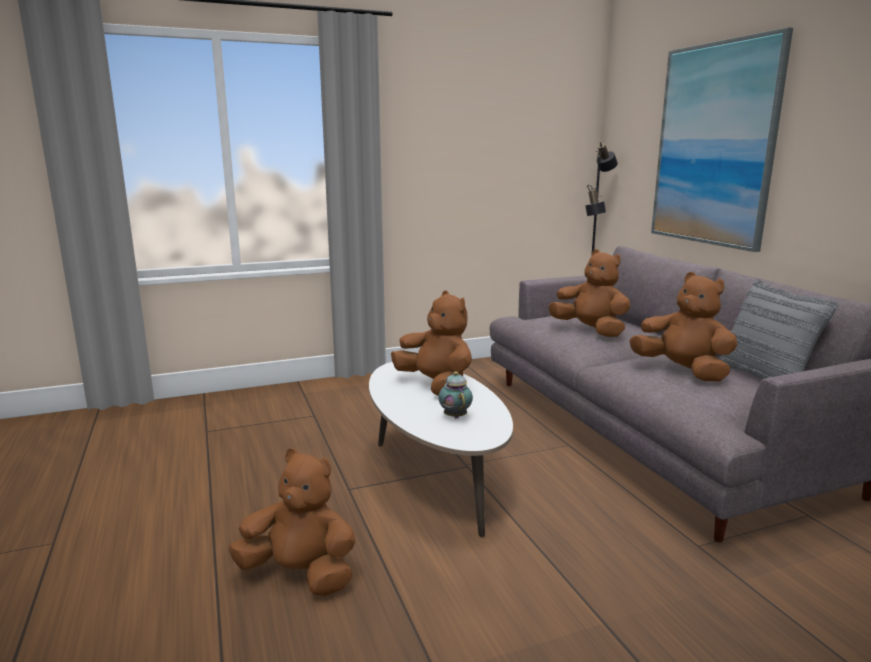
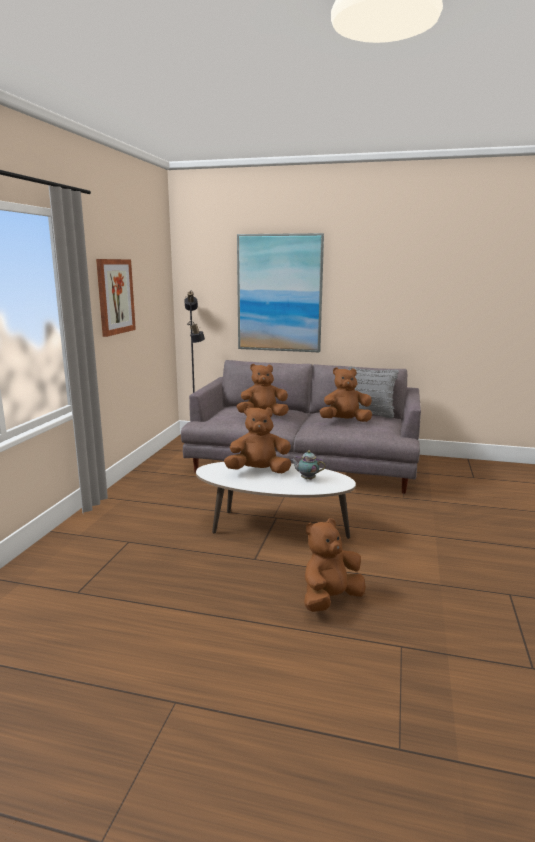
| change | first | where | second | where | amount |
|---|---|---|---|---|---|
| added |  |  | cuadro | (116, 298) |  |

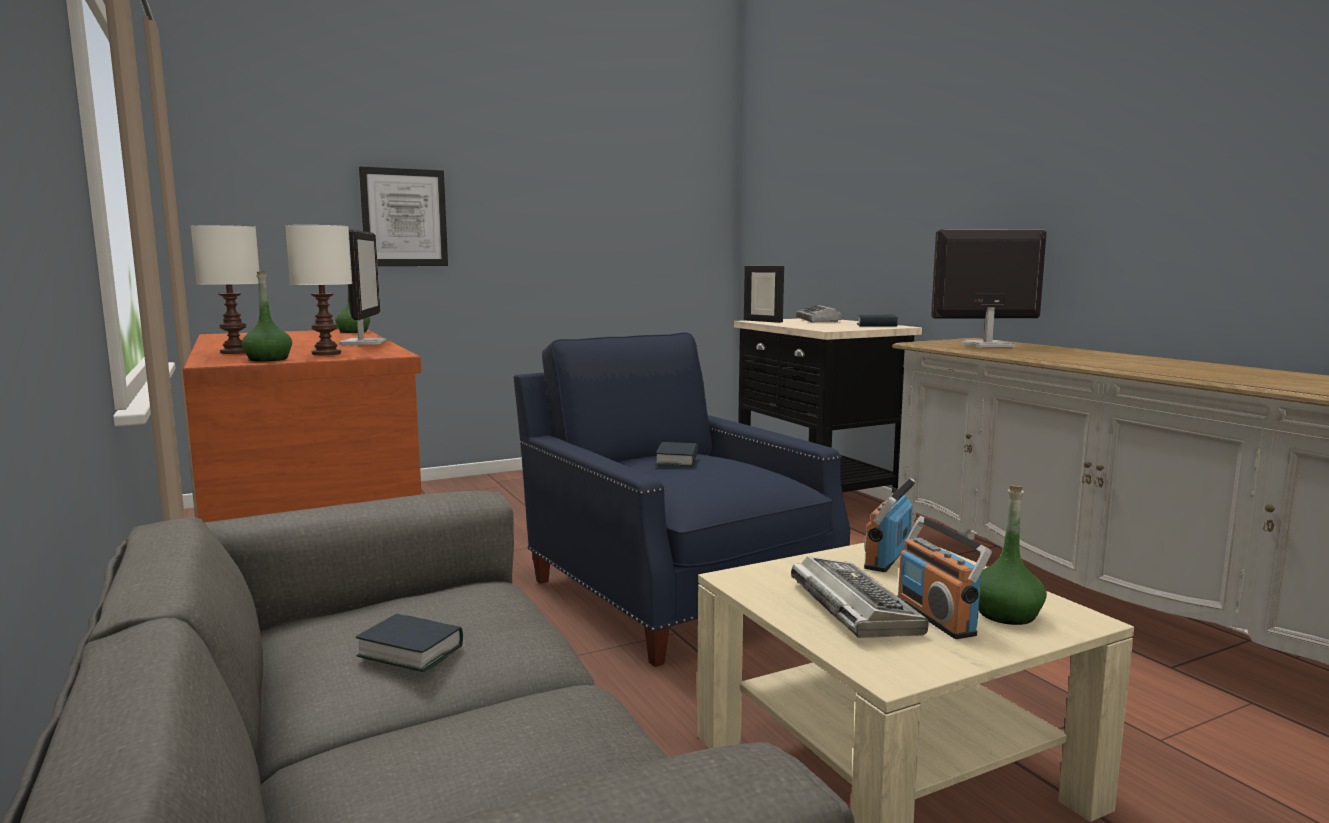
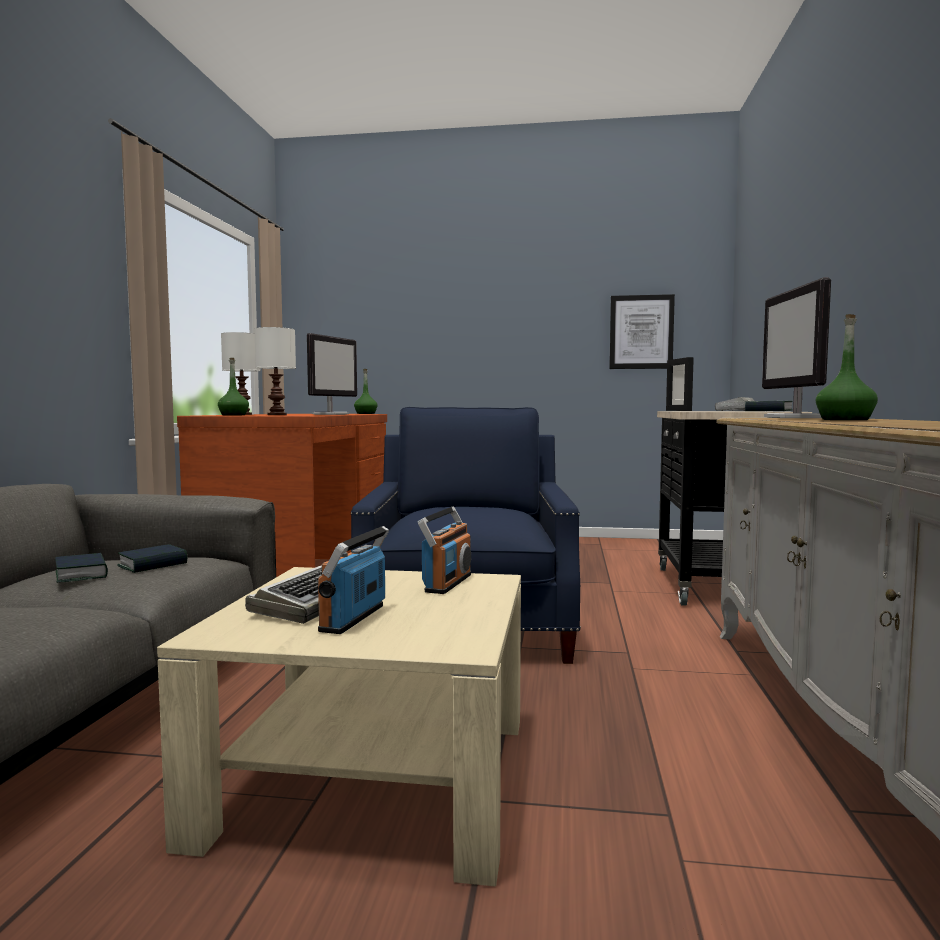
| change | first | where | second | where | amount |
|---|---|---|---|---|---|
| moved | cuadro | (403, 216) |  | (642, 331) |  |
| moved | libro | (676, 454) |  | (152, 558) |  |
| moved | botella/verde | (1013, 555) |  | (847, 367) |  |
| turned | radio | (890, 525) |  | (444, 550) | 135 degrees clockwise |
| turned | monitor | (989, 288) |  | (796, 347) | 120 degrees counterclockwise |

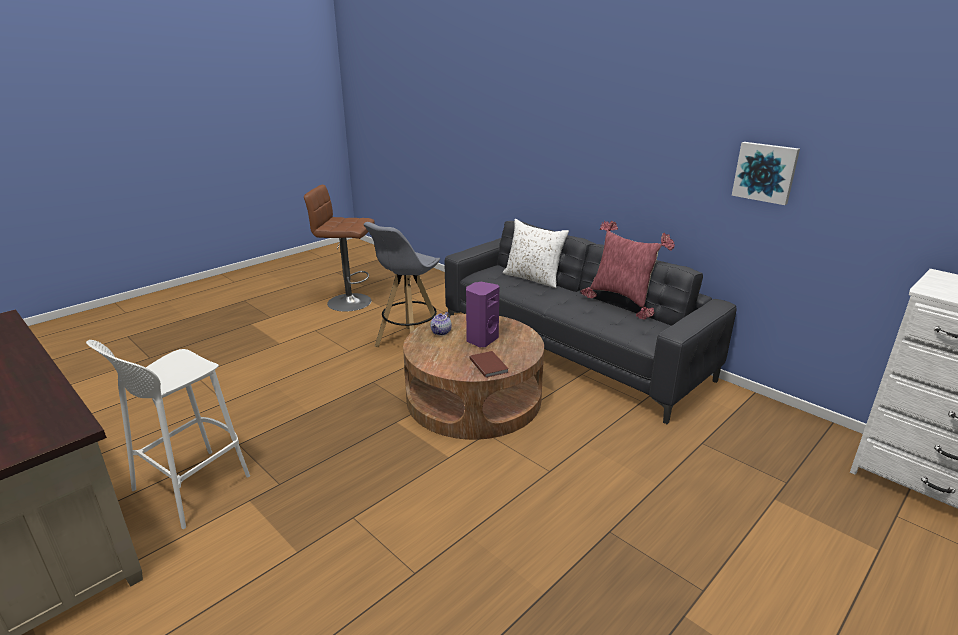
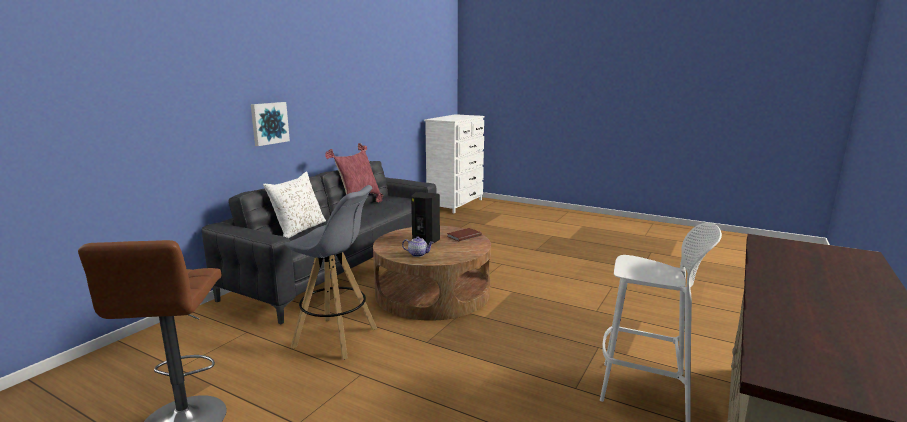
| change | first | where | second | where | amount |
|---|---|---|---|---|---|
| moved | cuadro | (766, 173) |  | (270, 124) |  |
| recoloured | altavoz/morado | (482, 314) | altavoz/negro | (425, 218) |  |

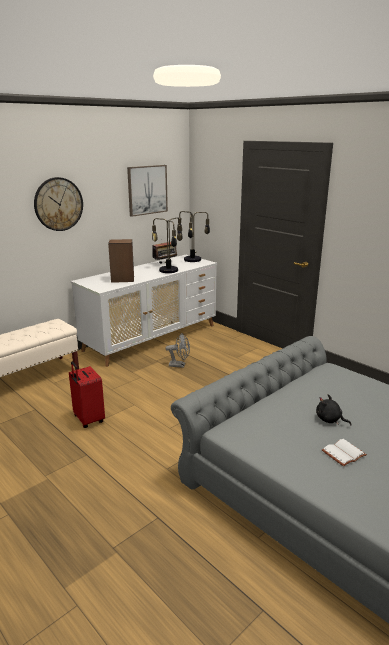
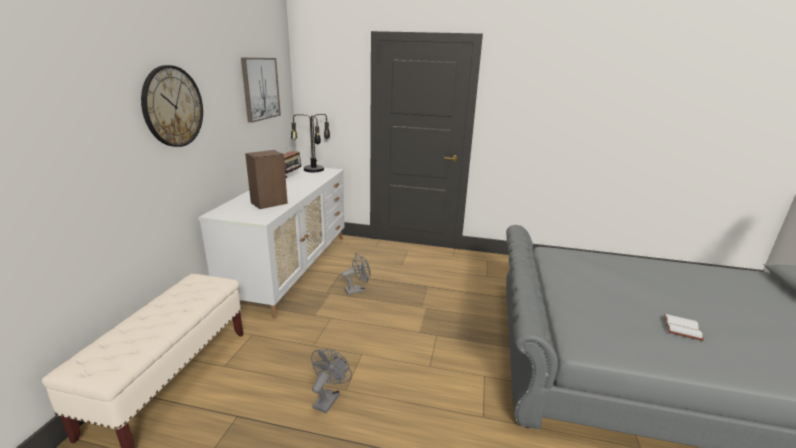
| change | first | where | second | where | amount |
|---|---|---|---|---|---|
| removed | lámpara de mesa | (167, 245) |  |  |  |
| removed | peluche/negro | (334, 409) |  |  |  |
| replaced | maleta/rojo | (87, 395) | ventilador/gris | (331, 381) |  |

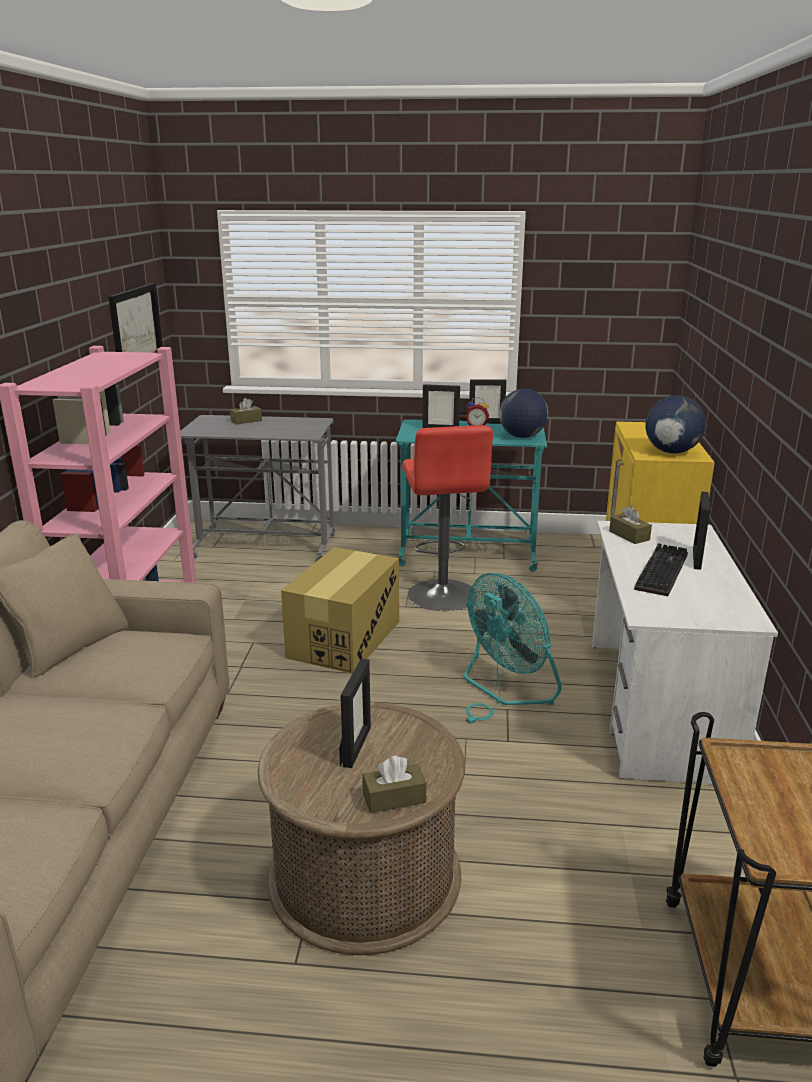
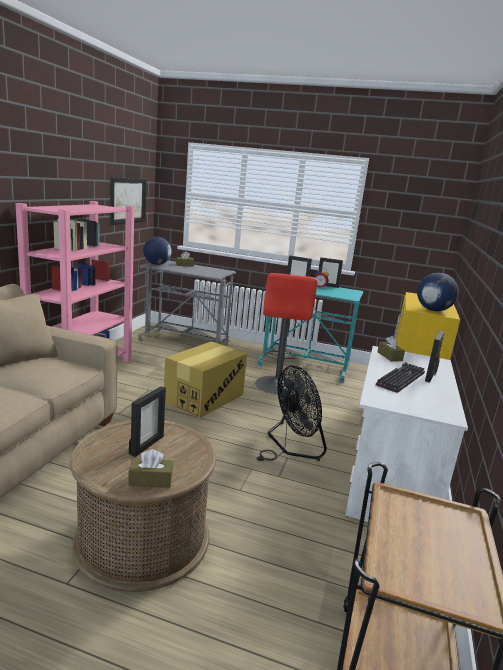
| change | first | where | second | where | amount |
|---|---|---|---|---|---|
| moved | globo terráqueo | (523, 413) |  | (157, 251) |  |
| recoloured | ventilador/turquesa | (513, 648) | ventilador/negro | (292, 413) |  |

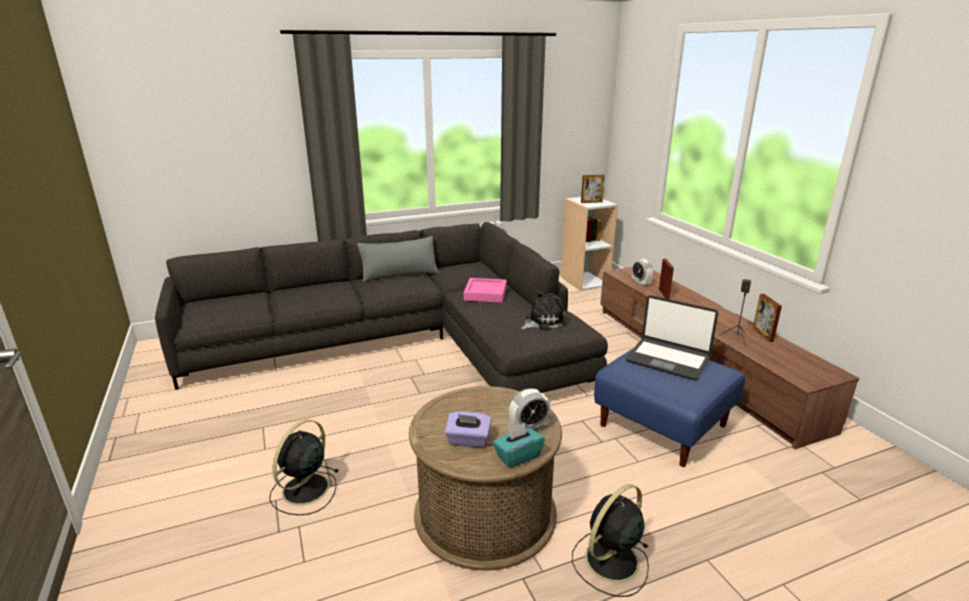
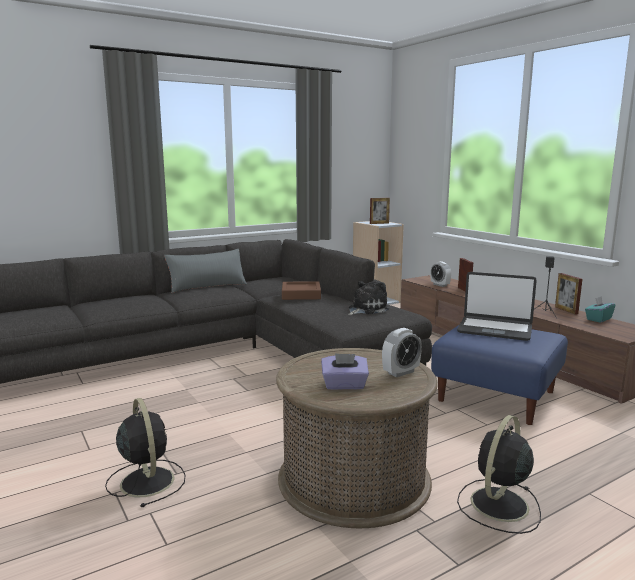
| change | first | where | second | where | amount |
|---|---|---|---|---|---|
| moved | caja de pañuelos/turquesa | (519, 445) |  | (600, 309) |  |
| recoloured | bandeja/rosa | (485, 290) | bandeja/marrón | (301, 290) |  |
| turned | ventilador/negro | (304, 467) |  | (145, 452) | 135 degrees clockwise |

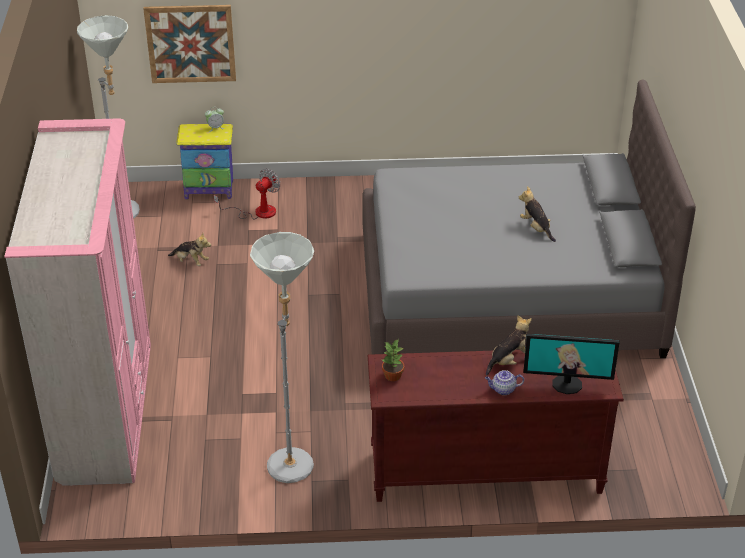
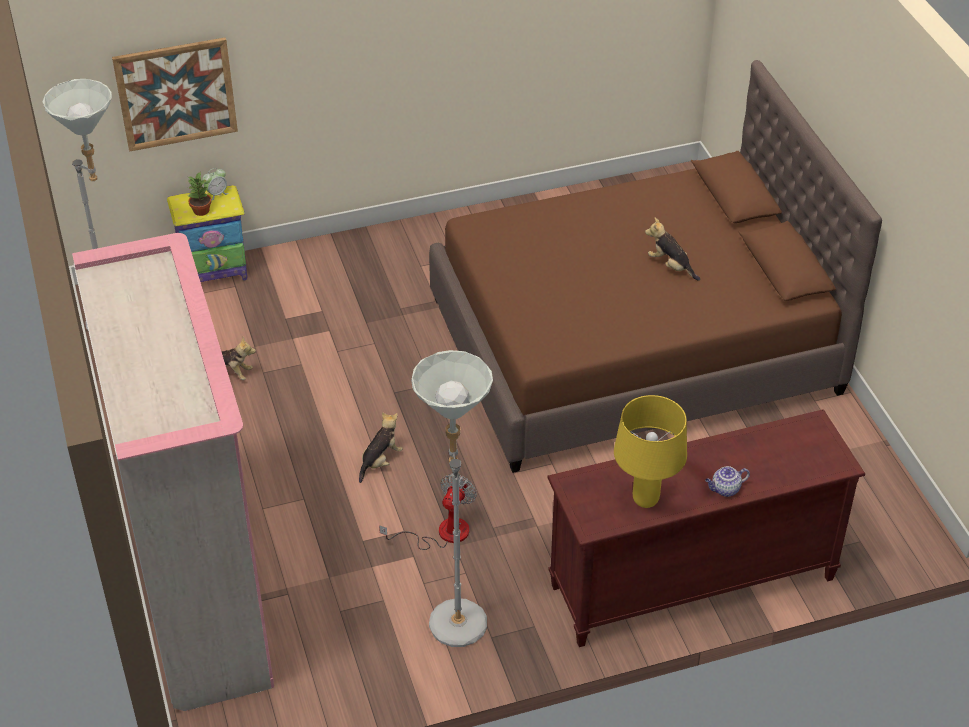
| change | first | where | second | where | amount |
|---|---|---|---|---|---|
| removed | monitor | (571, 364) |  |  |  |
| added |  |  | lámpara de mesa/amarillo | (650, 451) |  |
| moved | ventilador | (247, 194) |  | (428, 512) |  |
| moved | planta en maceta | (393, 360) |  | (199, 193) |  |
| moved | peluche | (509, 345) |  | (380, 447) |  |
| recoloured | cama/gris | (529, 218) | cama/marrón | (655, 266) |  |

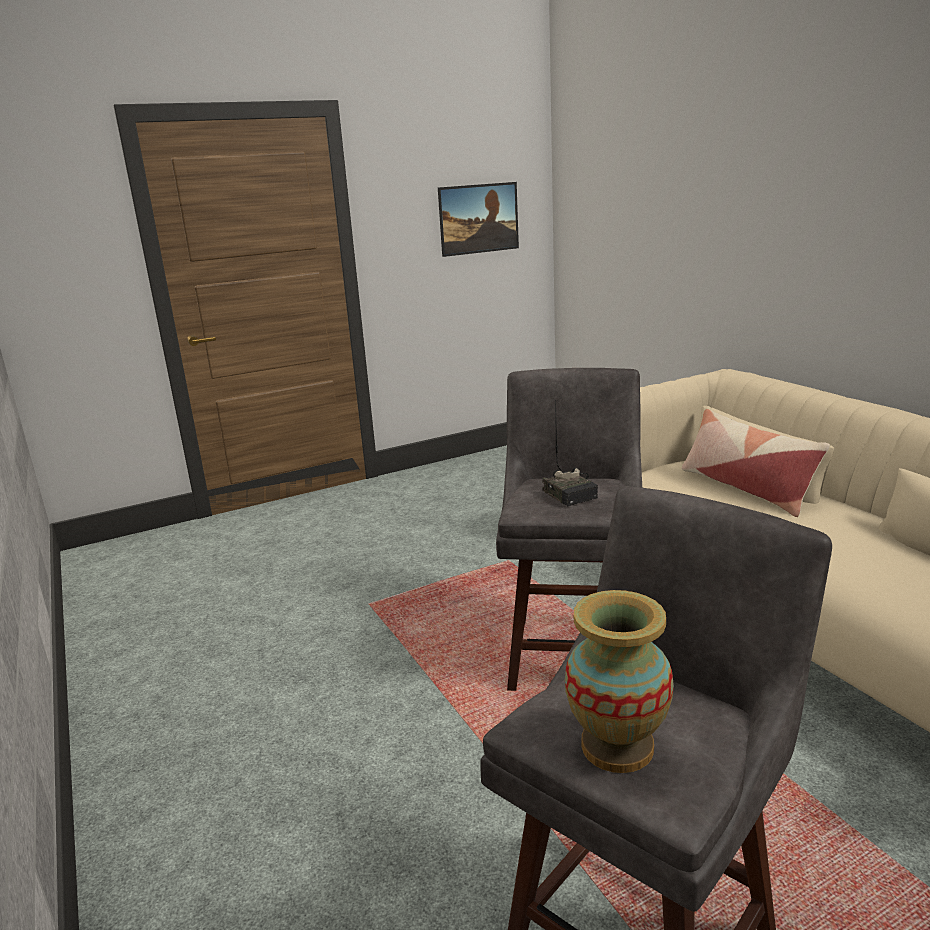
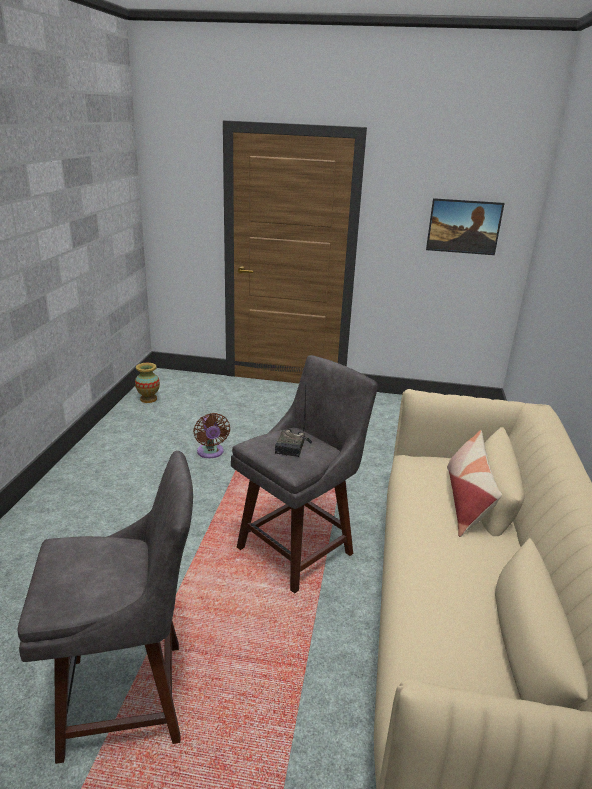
| change | first | where | second | where | amount |
|---|---|---|---|---|---|
| added |  |  | ventilador/marrón | (211, 435) |  |
| moved | florero | (619, 681) |  | (147, 383) |  |

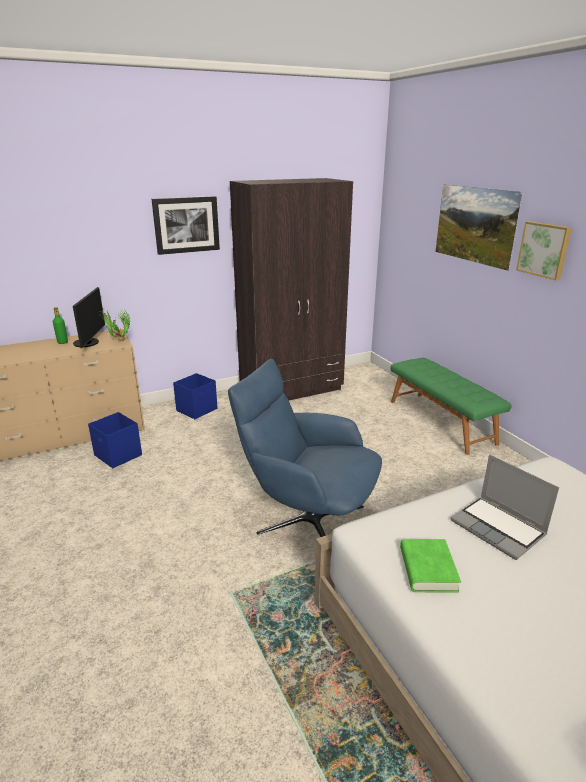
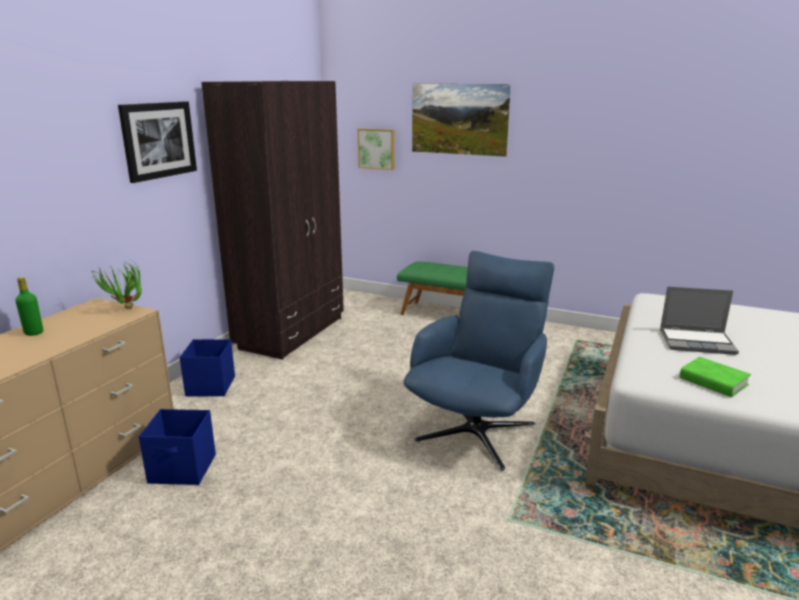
| change | first | where | second | where | amount |
|---|---|---|---|---|---|
| removed | monitor | (89, 317) |  |  |  |
| moved | cuadro | (544, 250) |  | (376, 149) |  |
| turned | sillón/azul | (305, 448) |  | (479, 361) | 135 degrees clockwise |

